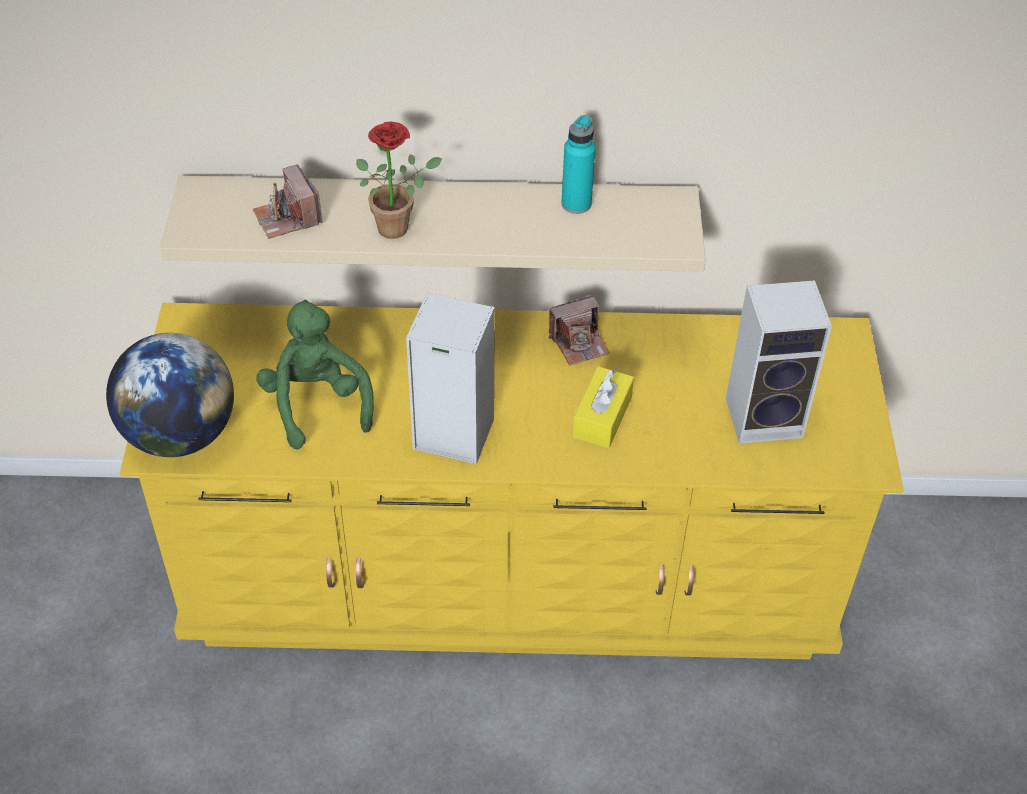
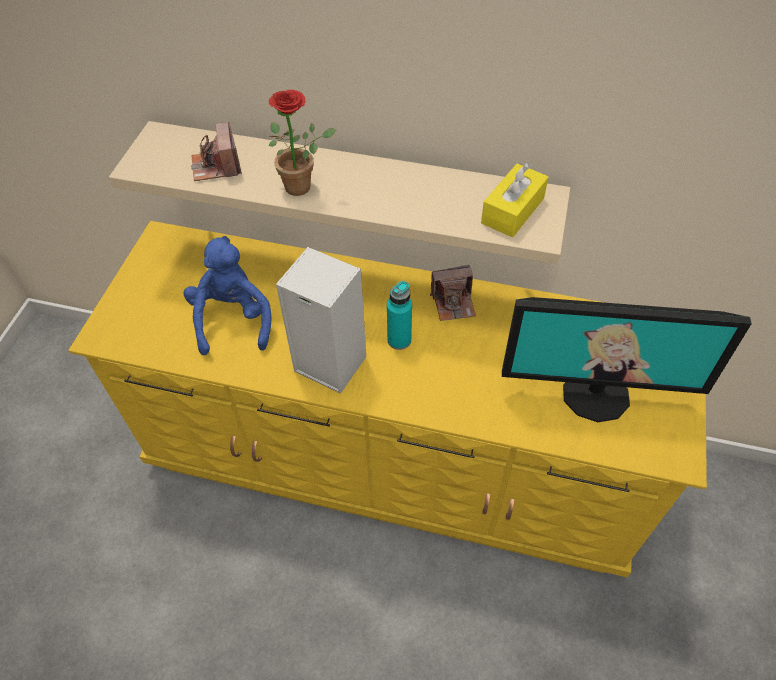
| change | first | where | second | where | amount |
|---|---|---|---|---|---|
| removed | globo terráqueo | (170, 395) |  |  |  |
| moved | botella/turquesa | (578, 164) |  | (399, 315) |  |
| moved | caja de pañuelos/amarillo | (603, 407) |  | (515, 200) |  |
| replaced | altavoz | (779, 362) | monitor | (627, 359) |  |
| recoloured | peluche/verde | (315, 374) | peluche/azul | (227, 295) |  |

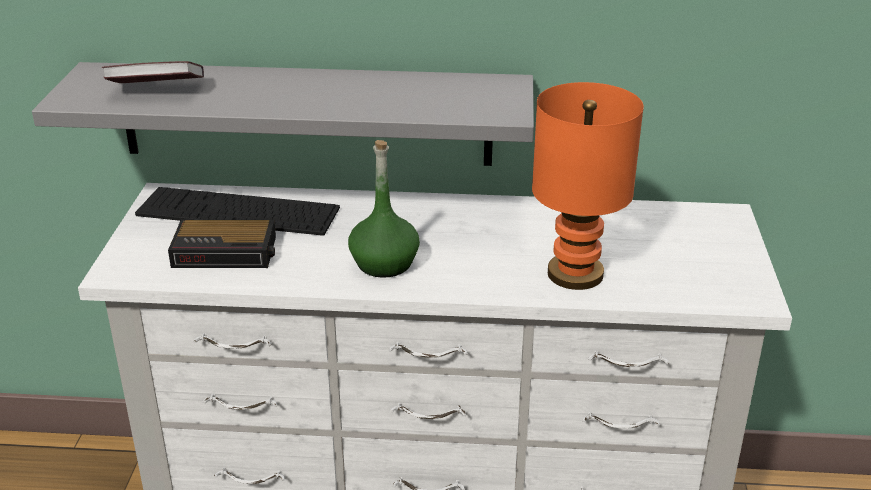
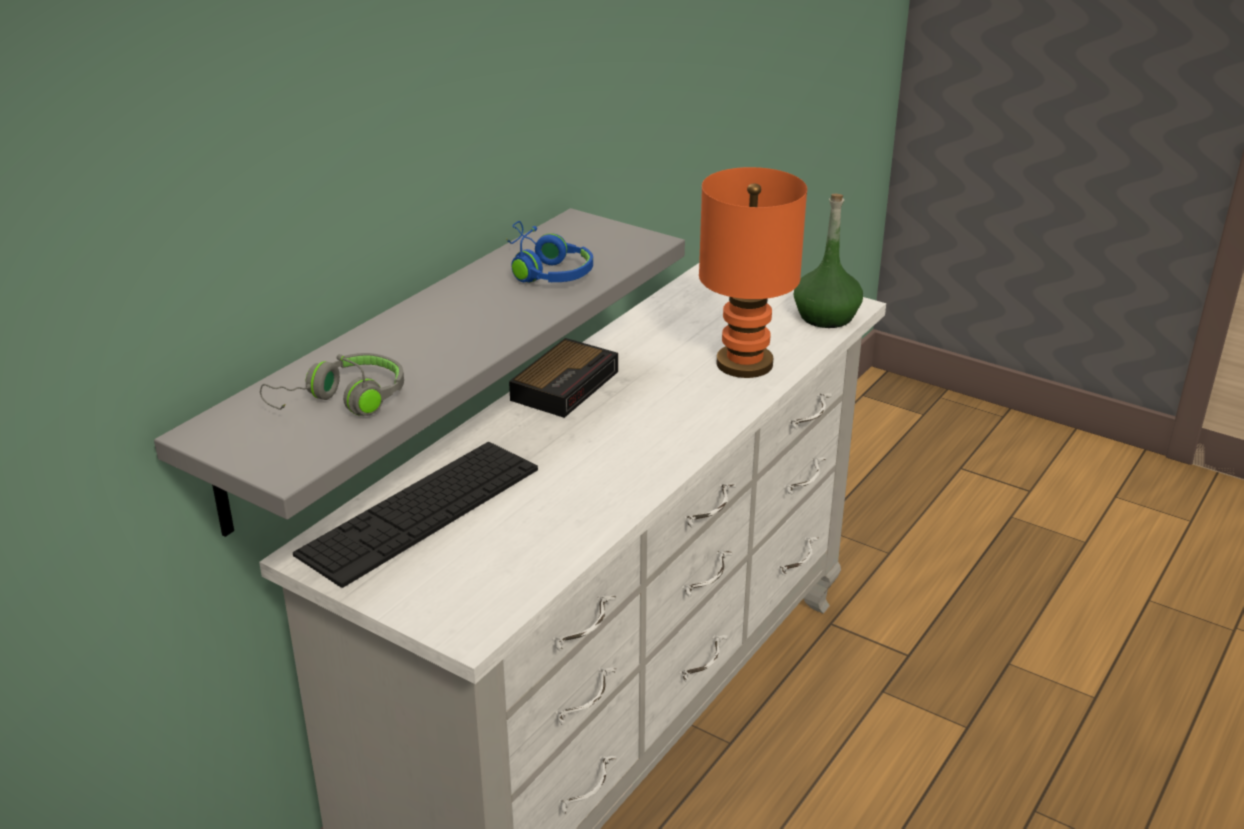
| change | first | where | second | where | amount |
|---|---|---|---|---|---|
| added |  |  | auriculares/azul | (549, 252) |  |
| moved | despertador | (222, 244) |  | (563, 378) |  |
| moved | botella/verde | (384, 209) |  | (828, 261) |  |
| replaced | libro | (153, 72) | auriculares/gris | (332, 384) |  |

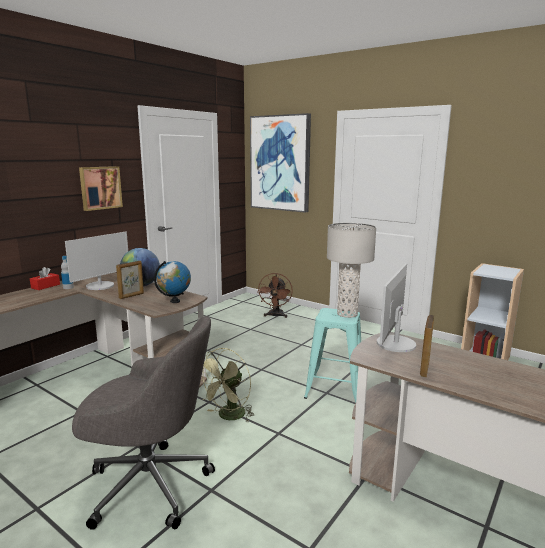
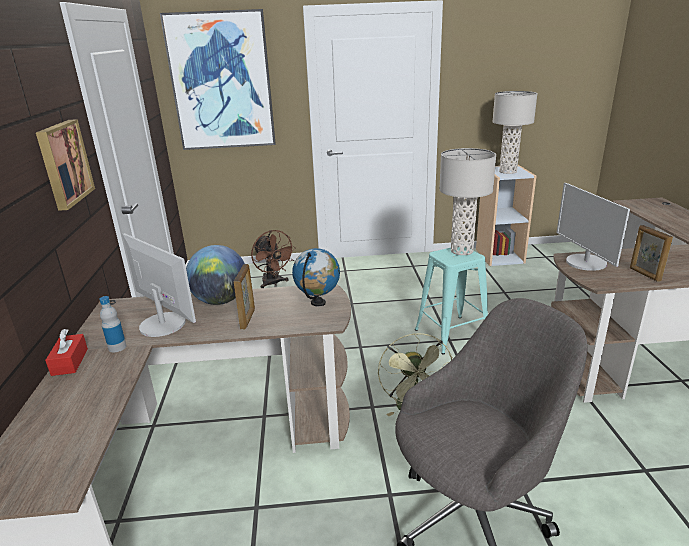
| change | first | where | second | where | amount |
|---|---|---|---|---|---|
| added |  |  | lámpara de mesa/blanco | (515, 132) |  |
| turned | monitor | (96, 261) |  | (159, 285) | 45 degrees counterclockwise |

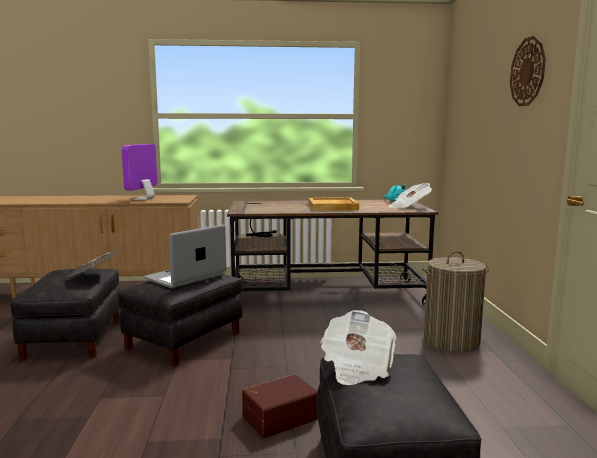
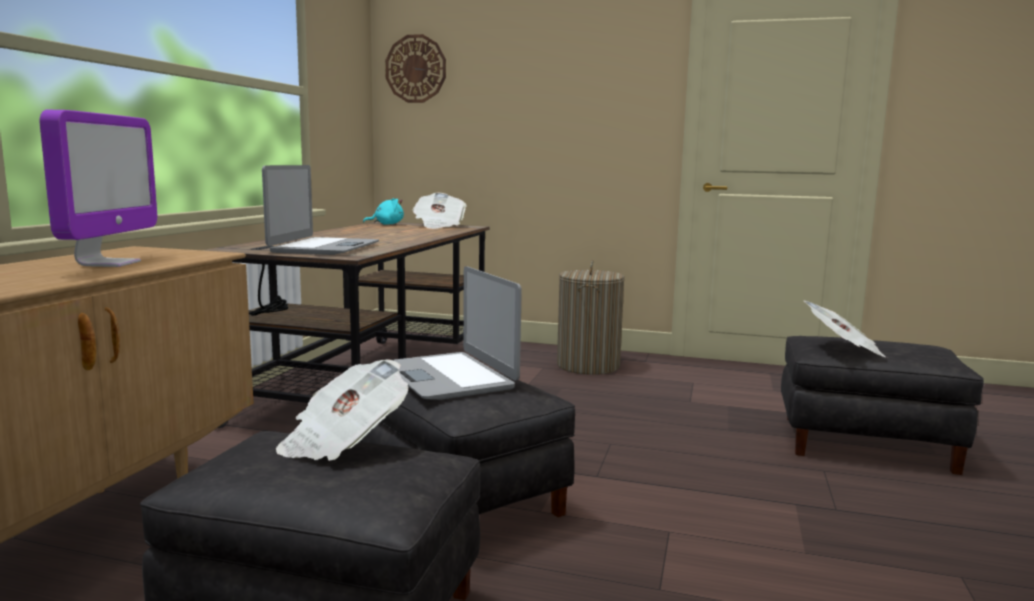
| change | first | where | second | where | amount |
|---|---|---|---|---|---|
| removed | caja de almacenaje/marrón | (280, 406) |  |  |  |
| removed | bandeja/beis | (334, 203) |  |  |  |
| added |  |  | portátil | (320, 210) |  |
| moved | reloj de pared | (528, 71) |  | (415, 68) |  |
| turned | monitor | (139, 172) |  | (98, 188) | 120 degrees counterclockwise |

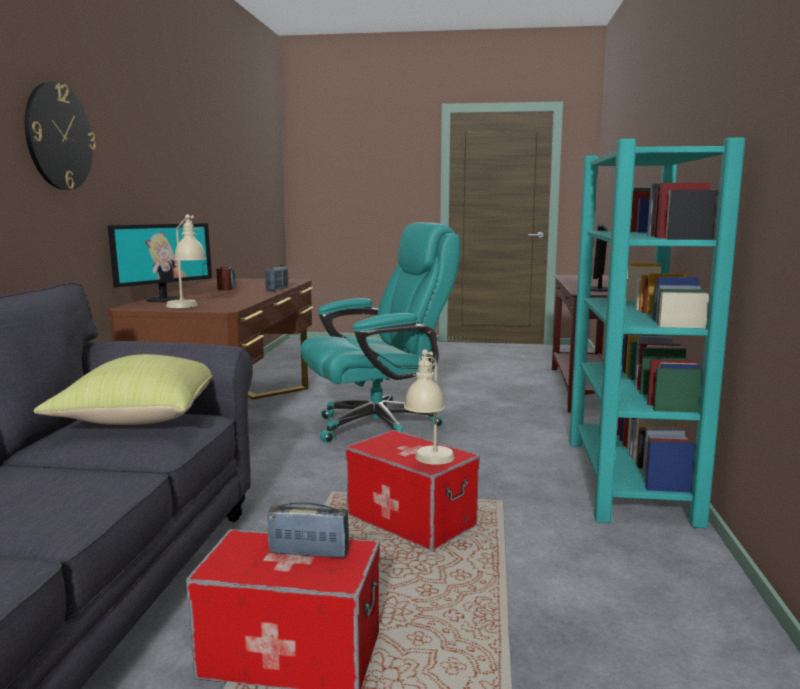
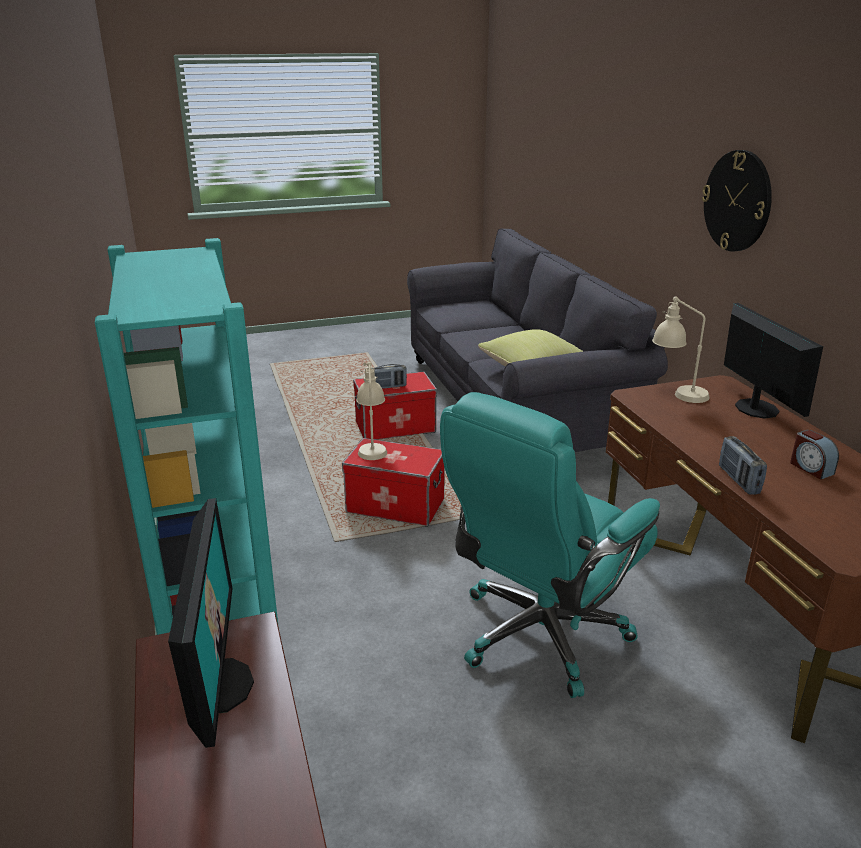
| change | first | where | second | where | amount |
|---|---|---|---|---|---|
| turned | monitor | (160, 262) |  | (773, 361) | 150 degrees clockwise |

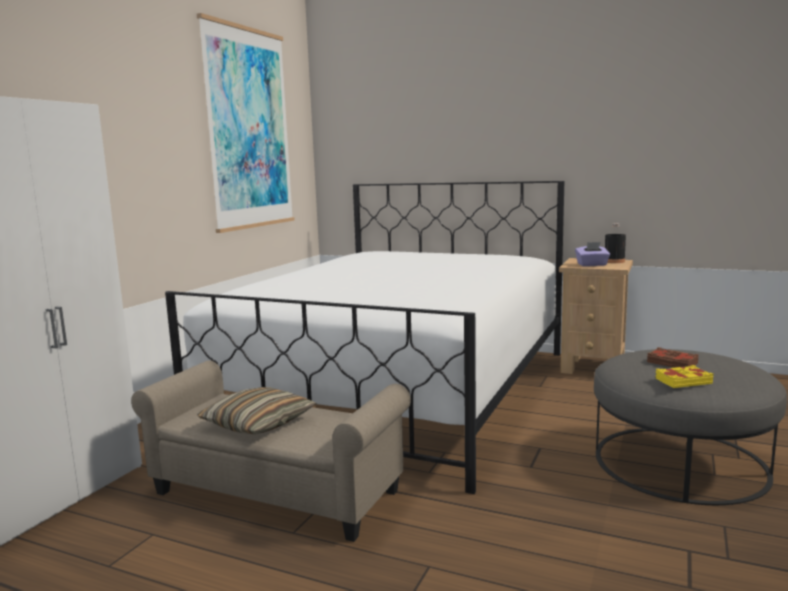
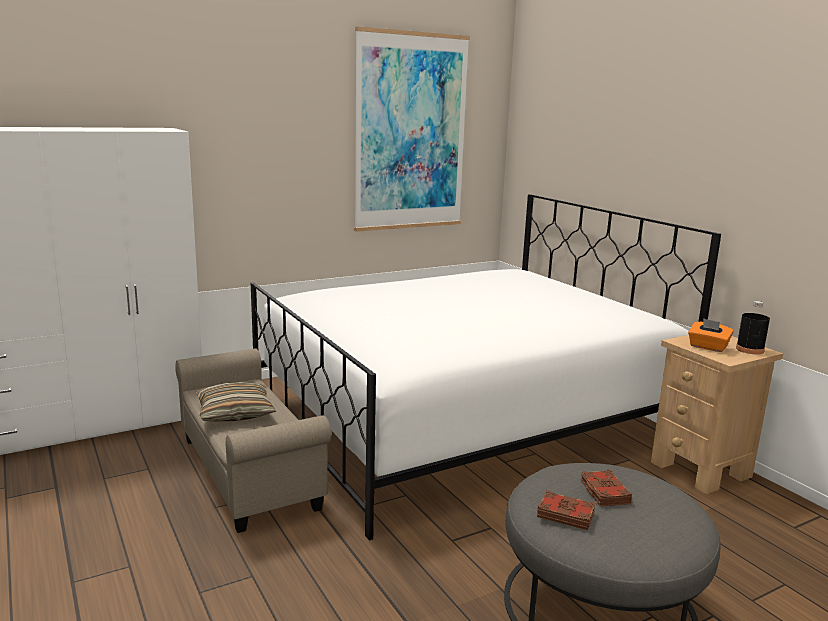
| change | first | where | second | where | amount |
|---|---|---|---|---|---|
| recoloured | caja de pañuelos/morado | (592, 254) | caja de pañuelos/naranja | (711, 335) |  |
| recoloured | libro/amarillo | (684, 376) | libro/marrón | (566, 510) |  |

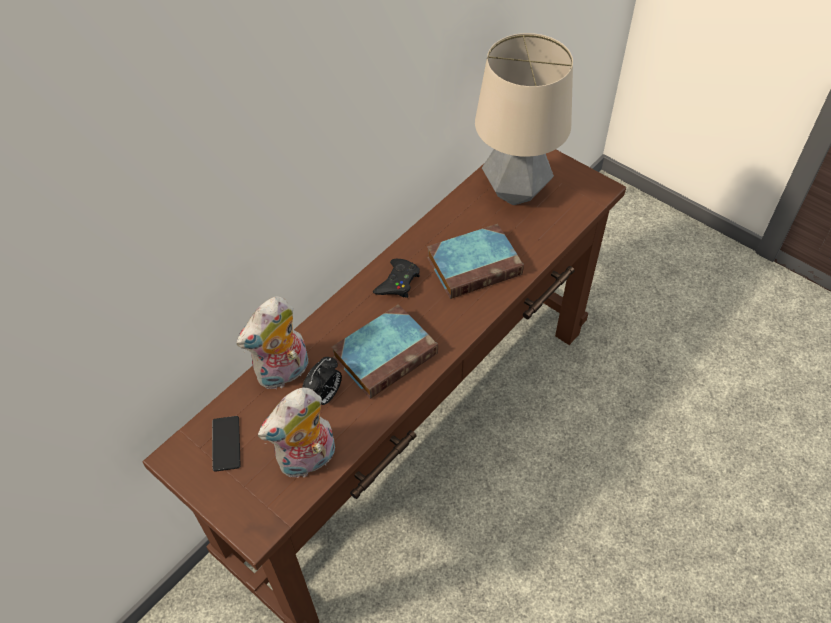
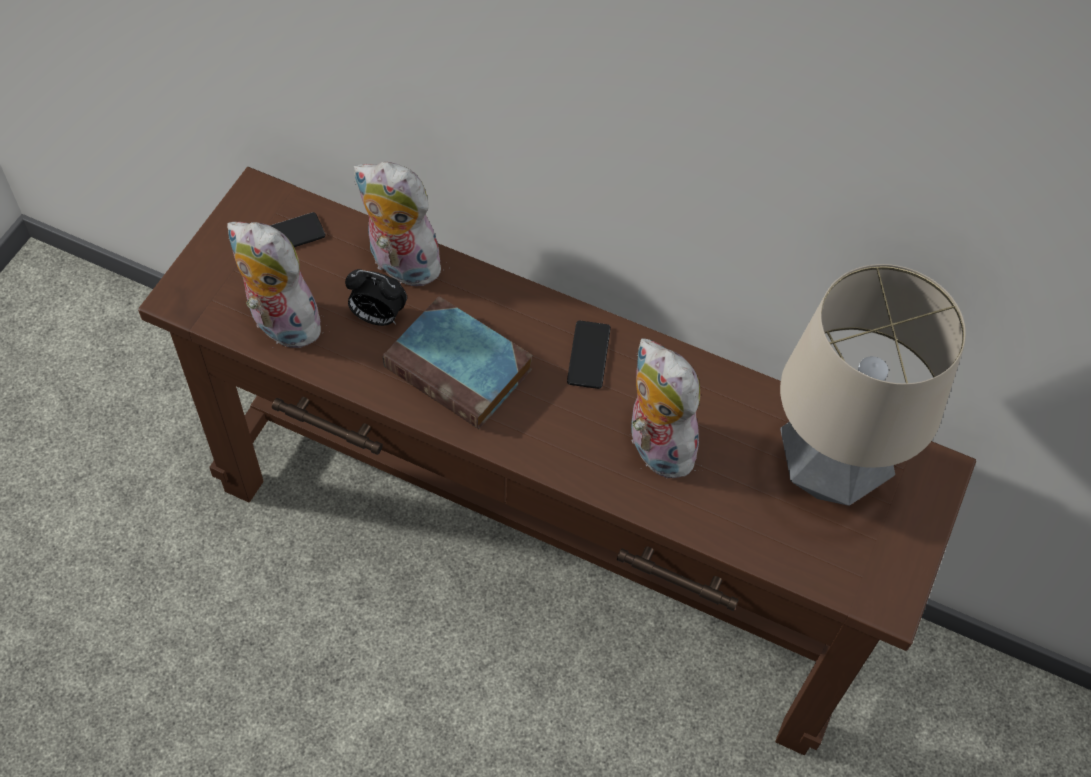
| change | first | where | second | where | amount |
|---|---|---|---|---|---|
| replaced | mando de consola/negro | (396, 278) | móvil | (589, 354) |  |
| replaced | libro | (475, 261) | peluche | (665, 408) |  |

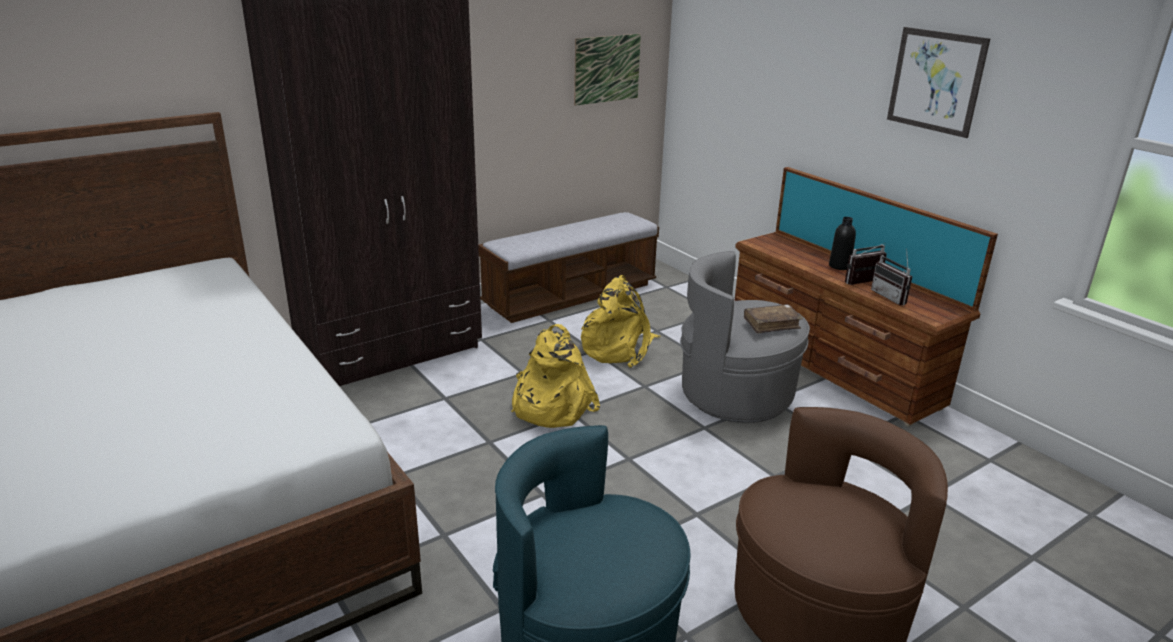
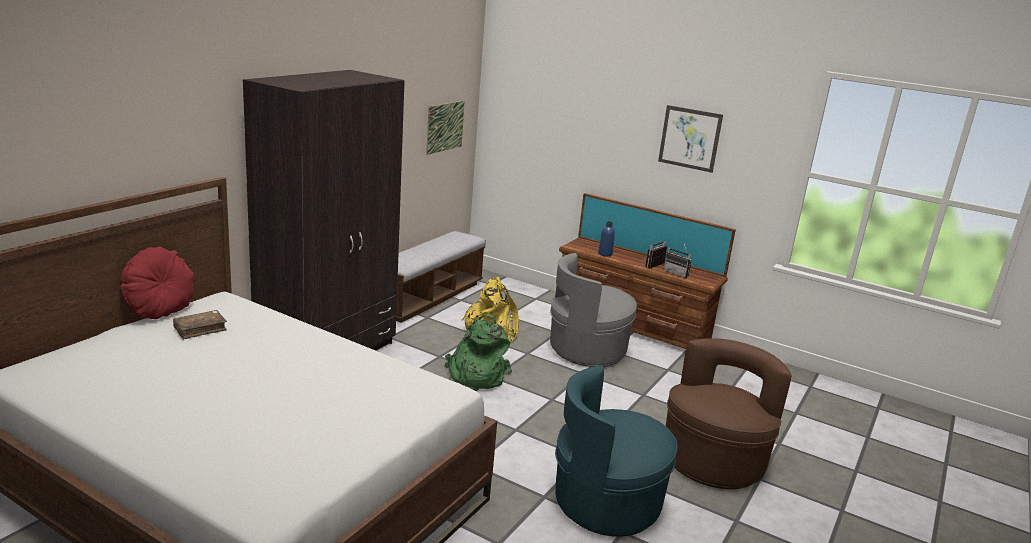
| change | first | where | second | where | amount |
|---|---|---|---|---|---|
| removed | botella/negro | (842, 243) |  |  |  |
| added |  |  | cojín/rojo | (157, 283) |  |
| added |  |  | botella/azul | (606, 239) |  |
| moved | libro/marrón | (773, 319) |  | (200, 325) |  |
| recoloured | mochila/amarillo | (555, 376) | mochila/verde | (478, 351) |  |

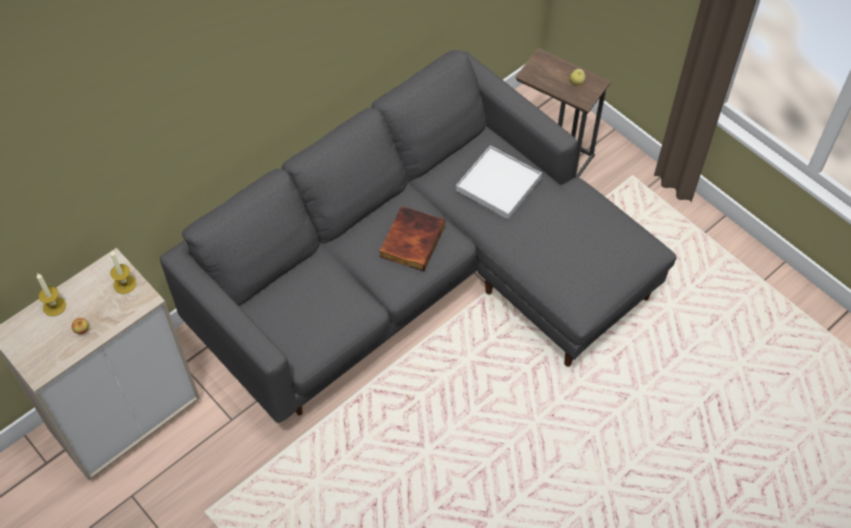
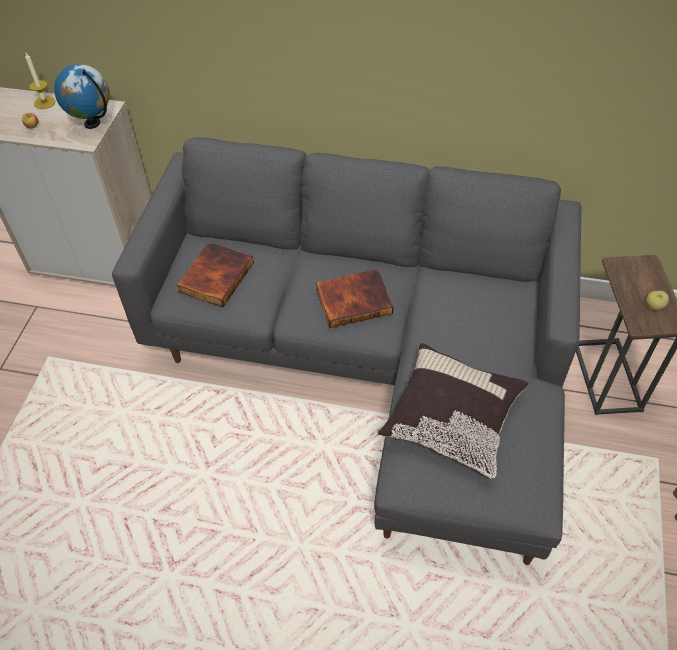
| change | first | where | second | where | amount |
|---|---|---|---|---|---|
| removed | bandeja/blanco | (499, 182) |  |  |  |
| added |  |  | libro | (215, 274) |  |
| added |  |  | cojín | (453, 411) |  |
| replaced | vela | (123, 272) | globo terráqueo | (81, 96) |  |

